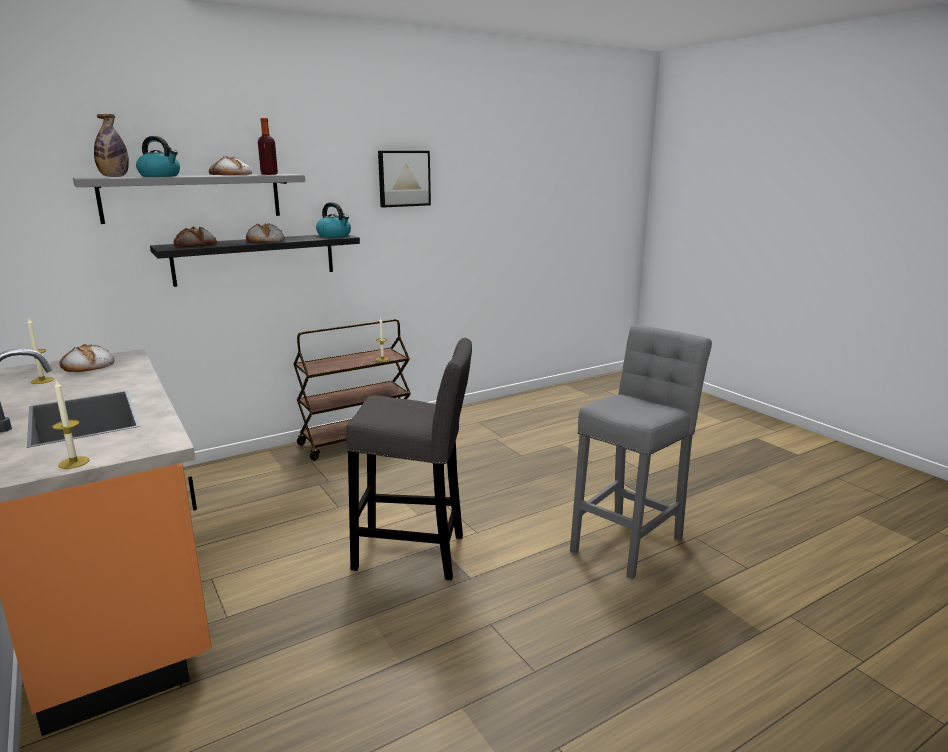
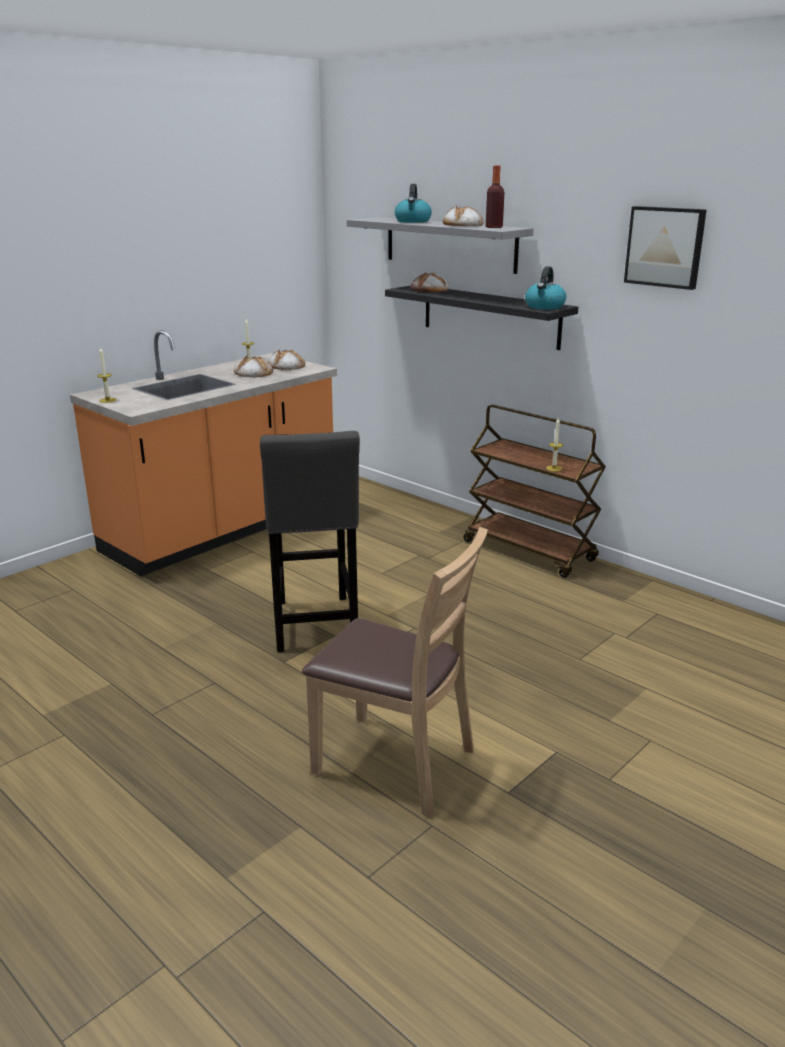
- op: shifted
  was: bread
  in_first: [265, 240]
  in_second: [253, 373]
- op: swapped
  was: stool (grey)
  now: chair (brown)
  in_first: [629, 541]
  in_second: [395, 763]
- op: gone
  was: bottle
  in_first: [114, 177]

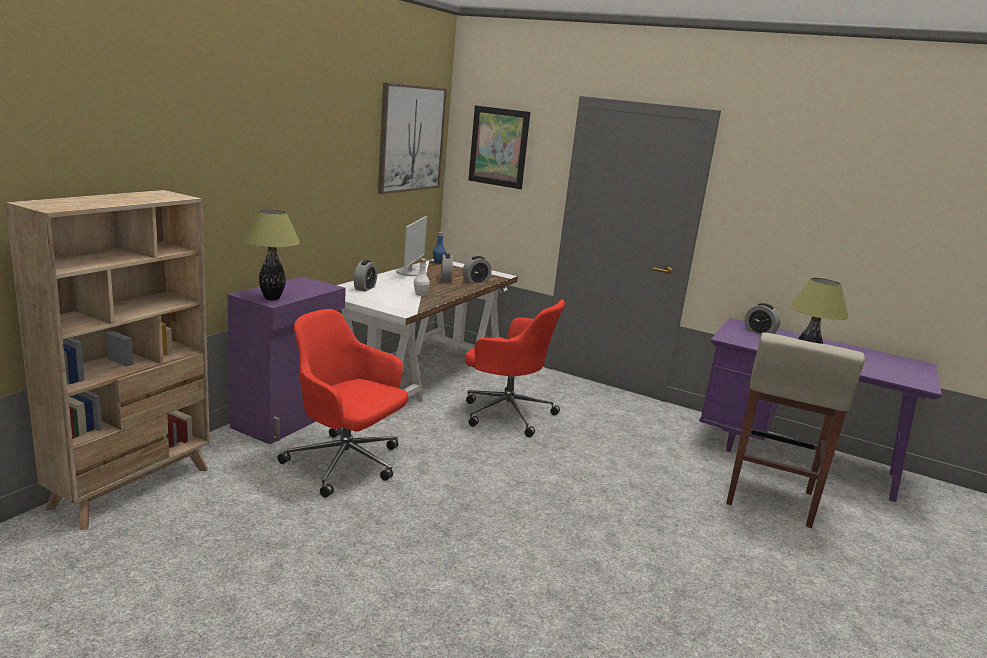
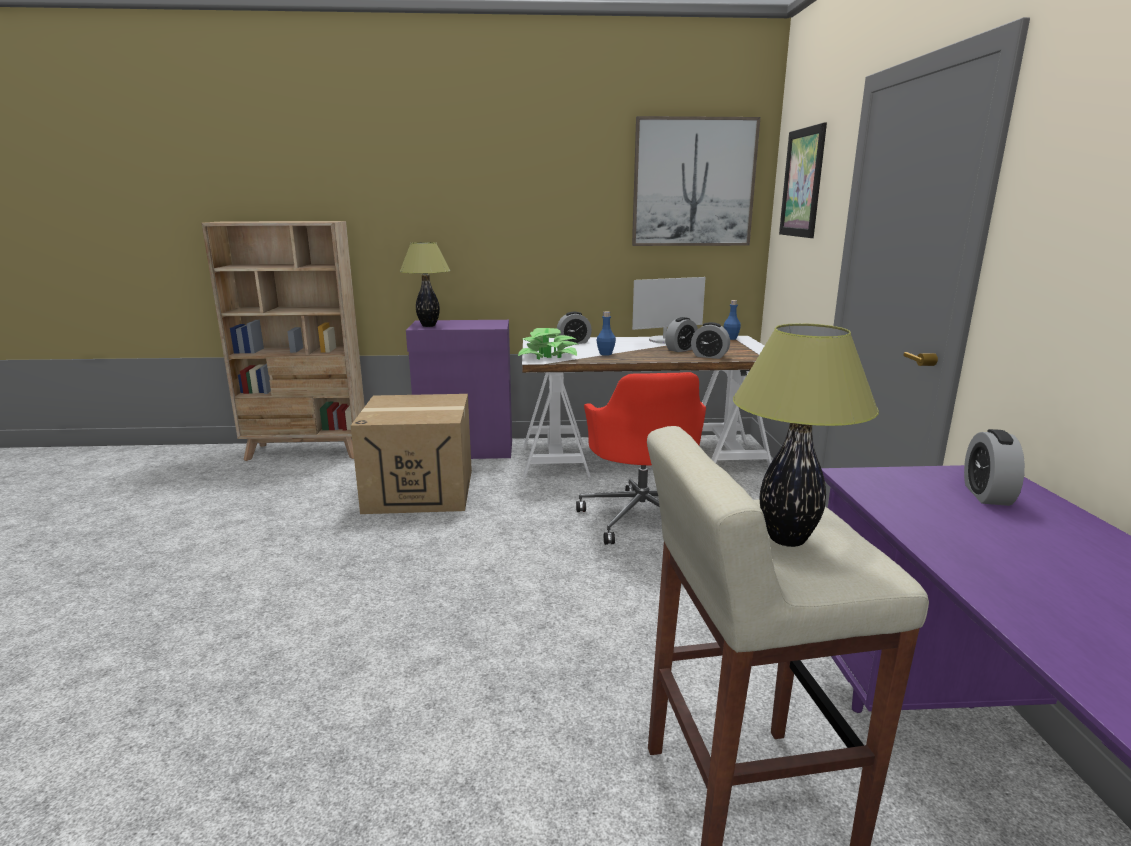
- op: swapped
  was: office chair (red)
  now: cardboard box
  in_first: [346, 464]
  in_second: [420, 491]
- op: new
  now: potted plant
  in_second: [549, 355]
- op: repainted
  was: bottle (white)
  now: bottle (blue)
  in_first: [420, 294]
  in_second: [605, 354]

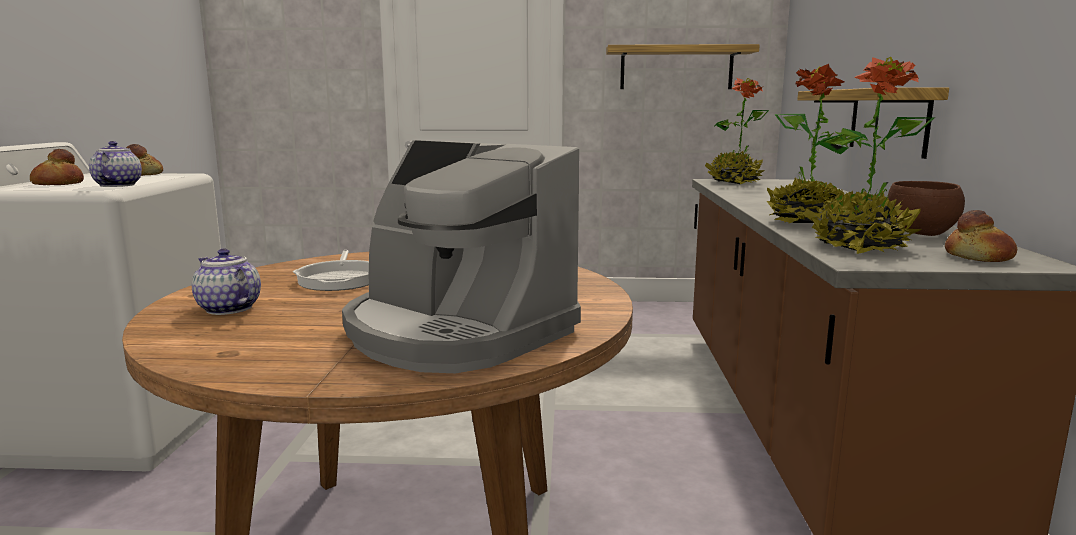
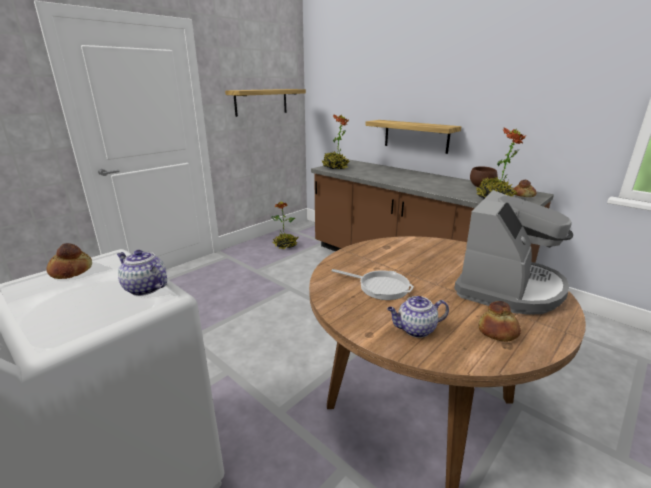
- op: shifted
  was: potted plant
  in_first: [809, 223]
  in_second: [285, 246]
- op: rotated
  was: coffee machine
  in_first: [455, 333]
  in_second: [508, 287]
  clockwise: -45
- op: shifted
  was: bread
  in_first: [58, 184]
  in_second: [498, 331]

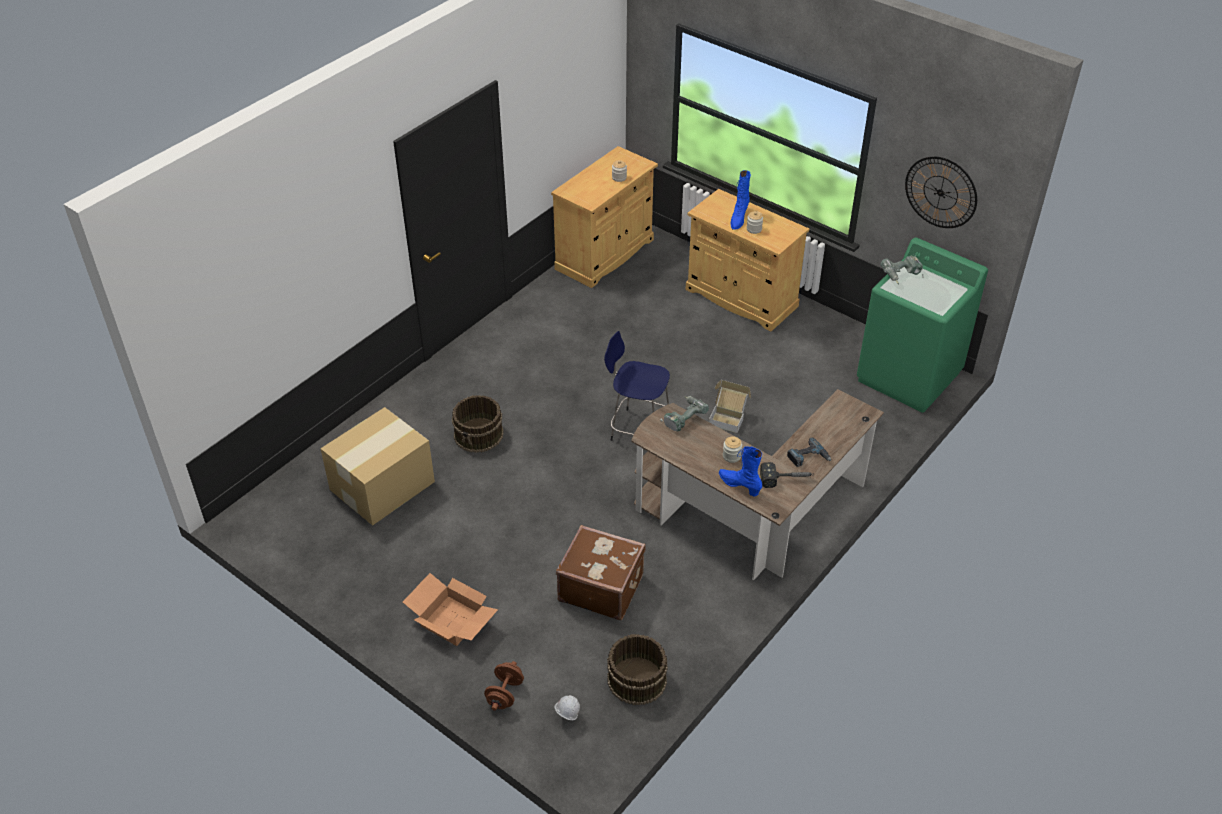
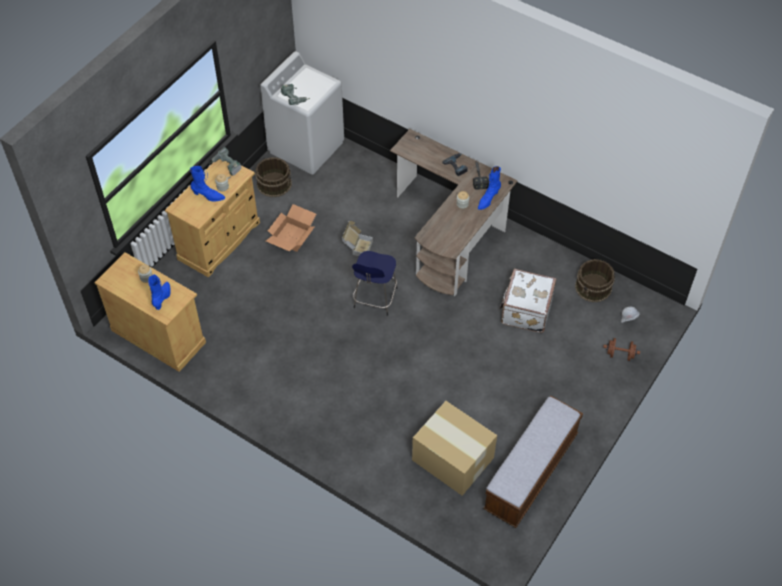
- op: new
  now: boot (blue)
  in_second: [163, 298]
- op: shifted
  was: power drill
  in_first: [683, 418]
  in_second: [226, 167]
- op: shifted
  was: bucket (brown)
  in_first: [479, 434]
  in_second: [274, 184]
- op: repainted
  was: washing machine (green)
  now: washing machine (white)
  in_first: [909, 376]
  in_second: [306, 147]
- op: shifted
  was: cardboard box
  in_first: [453, 620]
  in_second: [291, 236]
- op: new
  now: bench
  in_second: [530, 472]
- op: repainted
  was: suitcase (brown)
  now: suitcase (white)
  in_first: [601, 587]
  in_second: [525, 311]
- op: gone
  was: wall clock
  in_first: [940, 192]

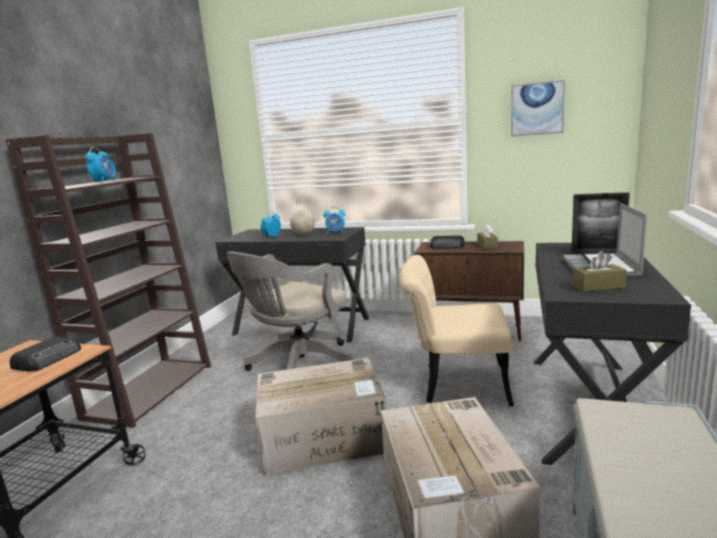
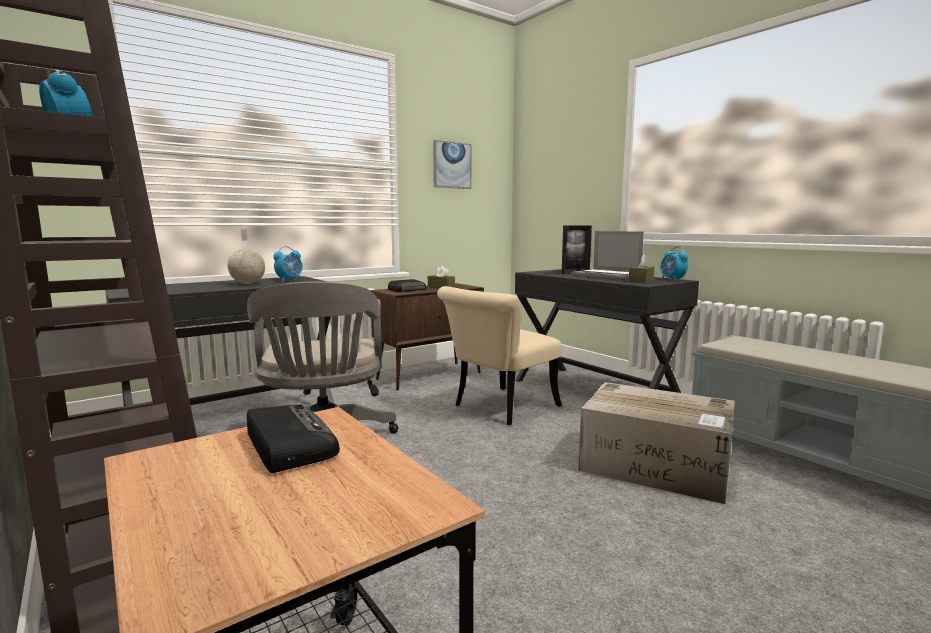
- op: shifted
  was: alarm clock
  in_first: [271, 237]
  in_second: [672, 280]
- op: gone
  was: cardboard box
  in_first: [325, 436]

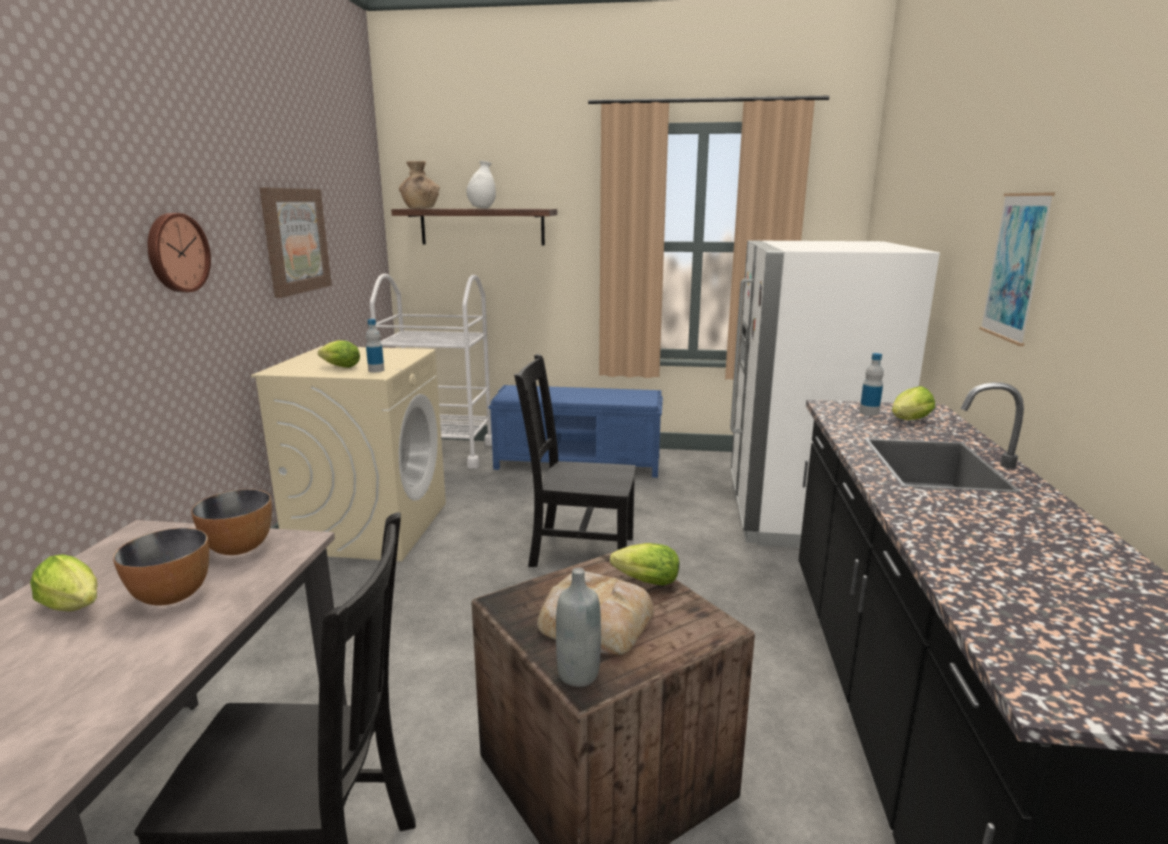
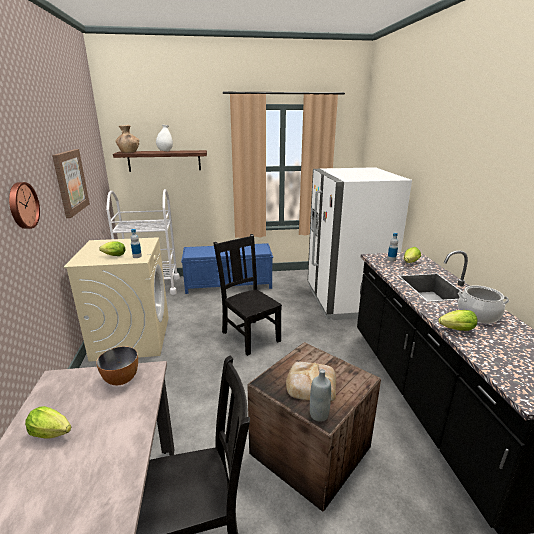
- op: rotated
  was: chair (black)
  in_first: [578, 550]
  in_second: [249, 335]
  clockwise: 60
- op: shifted
  was: lettuce
  in_first: [643, 581]
  in_second: [455, 330]
- op: new
  now: cooking pot
  in_second: [478, 314]
- op: gone
  was: bowl
  in_first: [172, 596]
- op: gone
  was: picture
  in_first: [1015, 267]

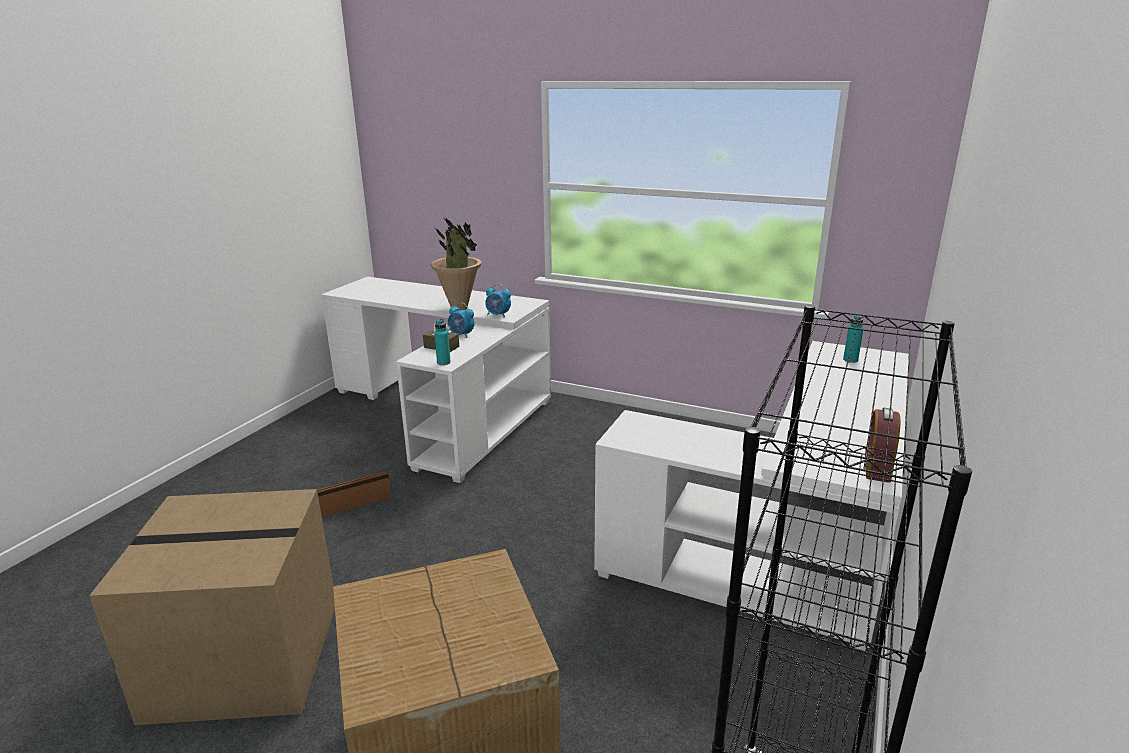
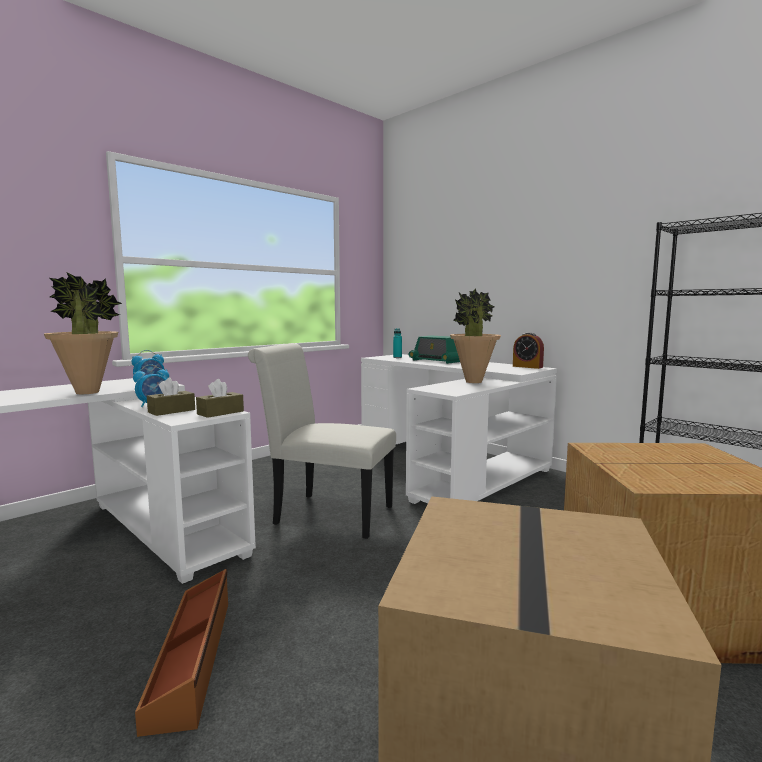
- op: swapped
  was: bottle (turquoise)
  now: tissue box (brown)
  in_first: [443, 362]
  in_second: [220, 412]
- op: new
  now: chair (white)
  in_second: [326, 514]
- op: new
  now: radio
  in_second: [436, 361]
- op: new
  now: potted plant
  in_second: [473, 382]

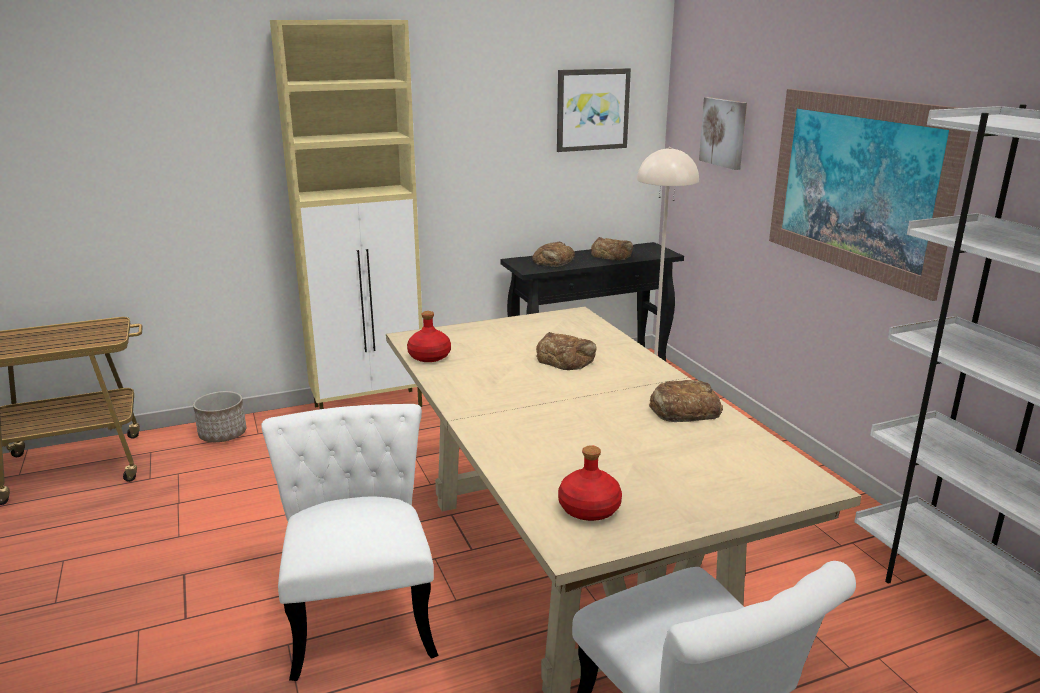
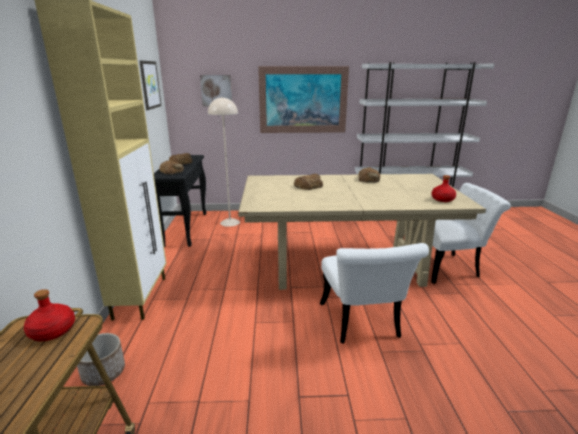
- op: shifted
  was: bottle (red)
  in_first: [429, 356]
  in_second: [52, 331]
- op: rotated
  was: chair (white)
  in_first: [361, 613]
  in_second: [362, 324]
  clockwise: -105

